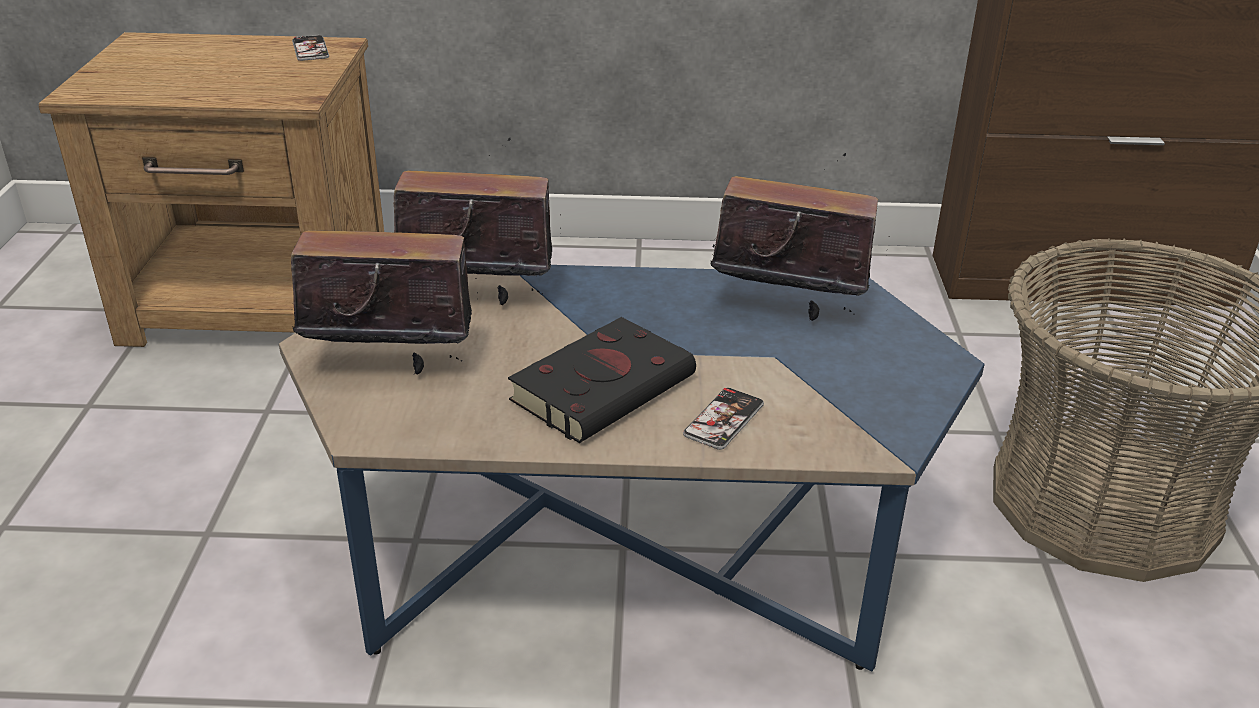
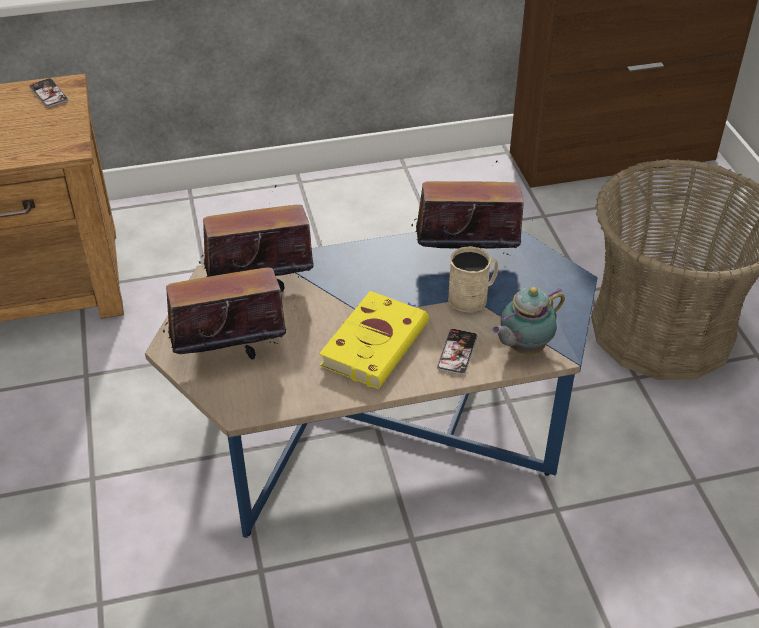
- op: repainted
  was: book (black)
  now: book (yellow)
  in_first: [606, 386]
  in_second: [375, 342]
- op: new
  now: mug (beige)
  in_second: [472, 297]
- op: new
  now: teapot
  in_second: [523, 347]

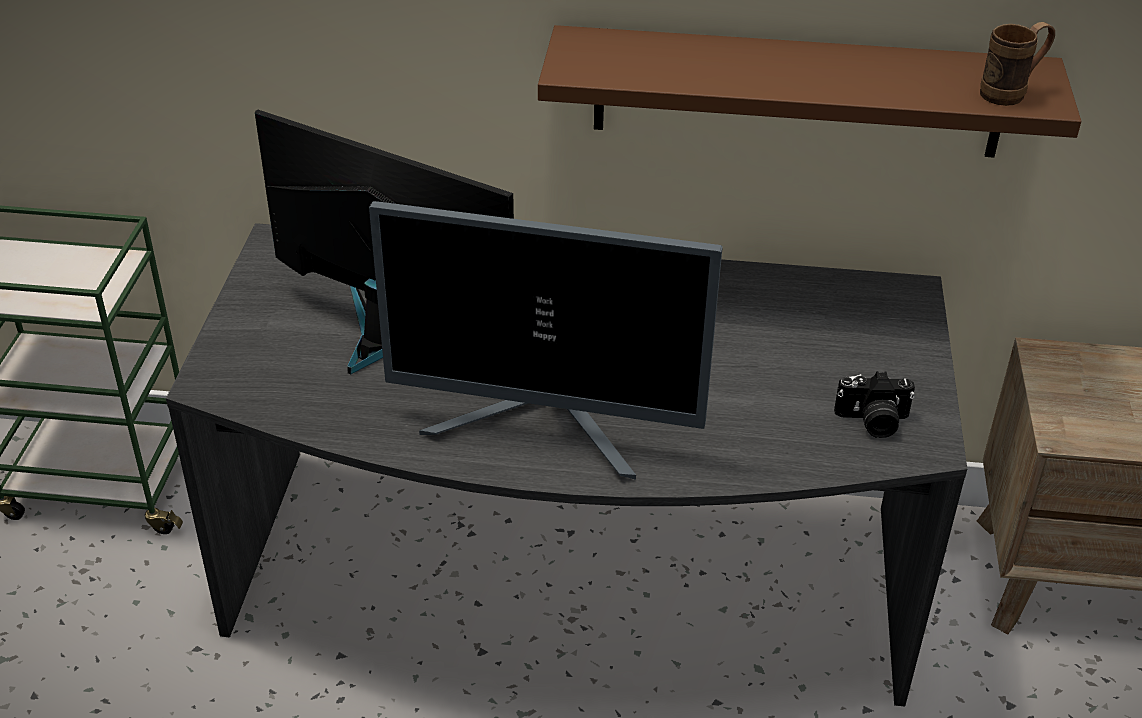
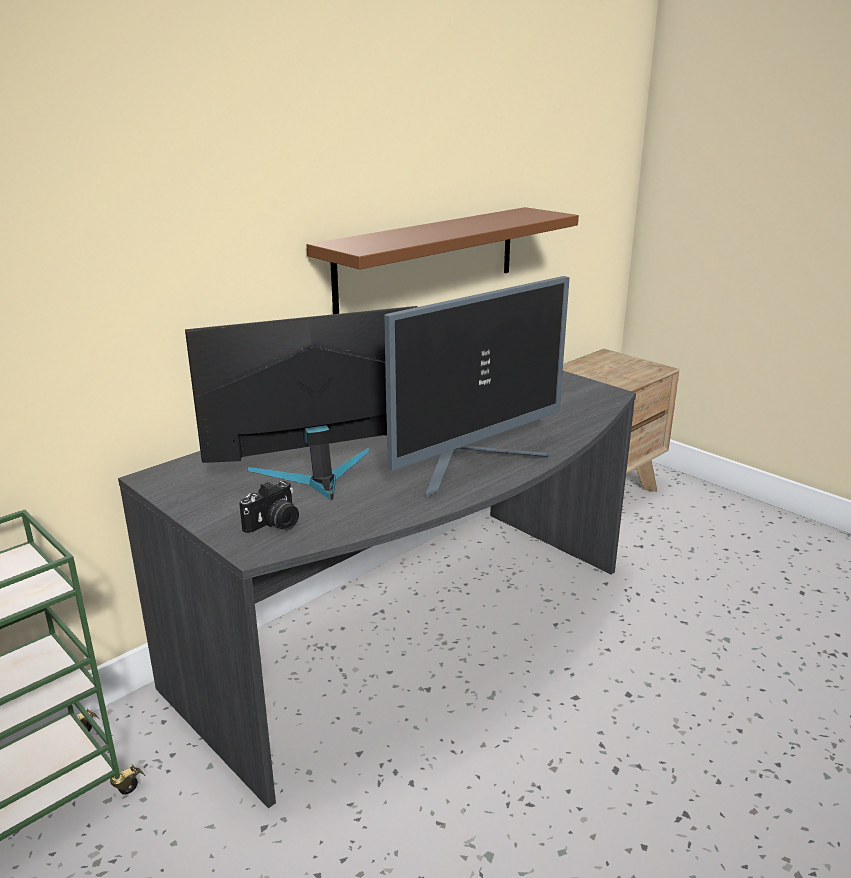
- op: shifted
  was: photo camera
  in_first: [872, 422]
  in_second: [274, 524]
- op: gone
  was: mug (brown)
  in_first: [1011, 93]

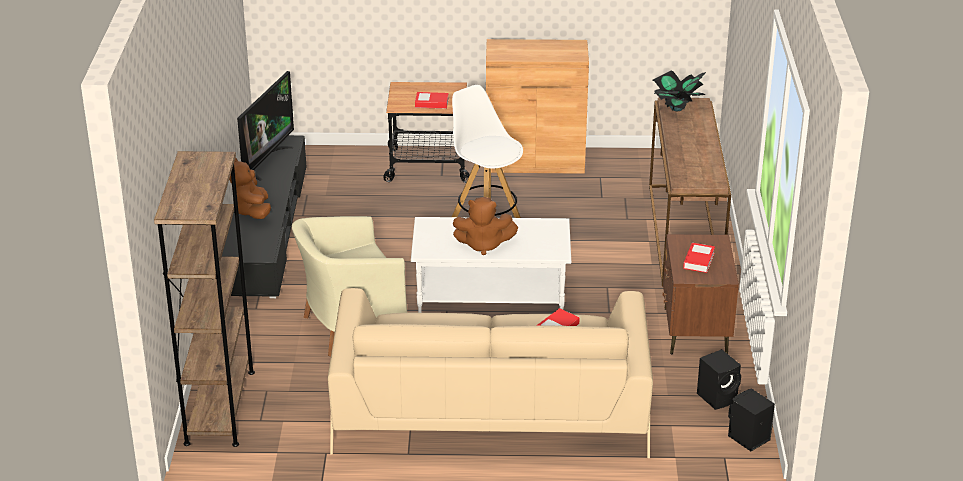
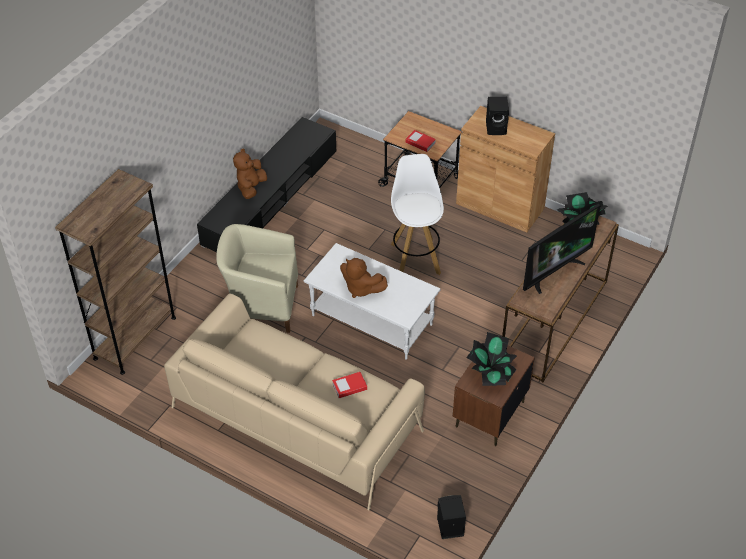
- op: swapped
  was: book
  now: potted plant
  in_first: [698, 261]
  in_second: [491, 372]
- op: shifted
  was: speaker (black)
  in_first: [718, 397]
  in_second: [497, 128]
- op: shifted
  was: television
  in_first: [265, 161]
  in_second: [554, 272]

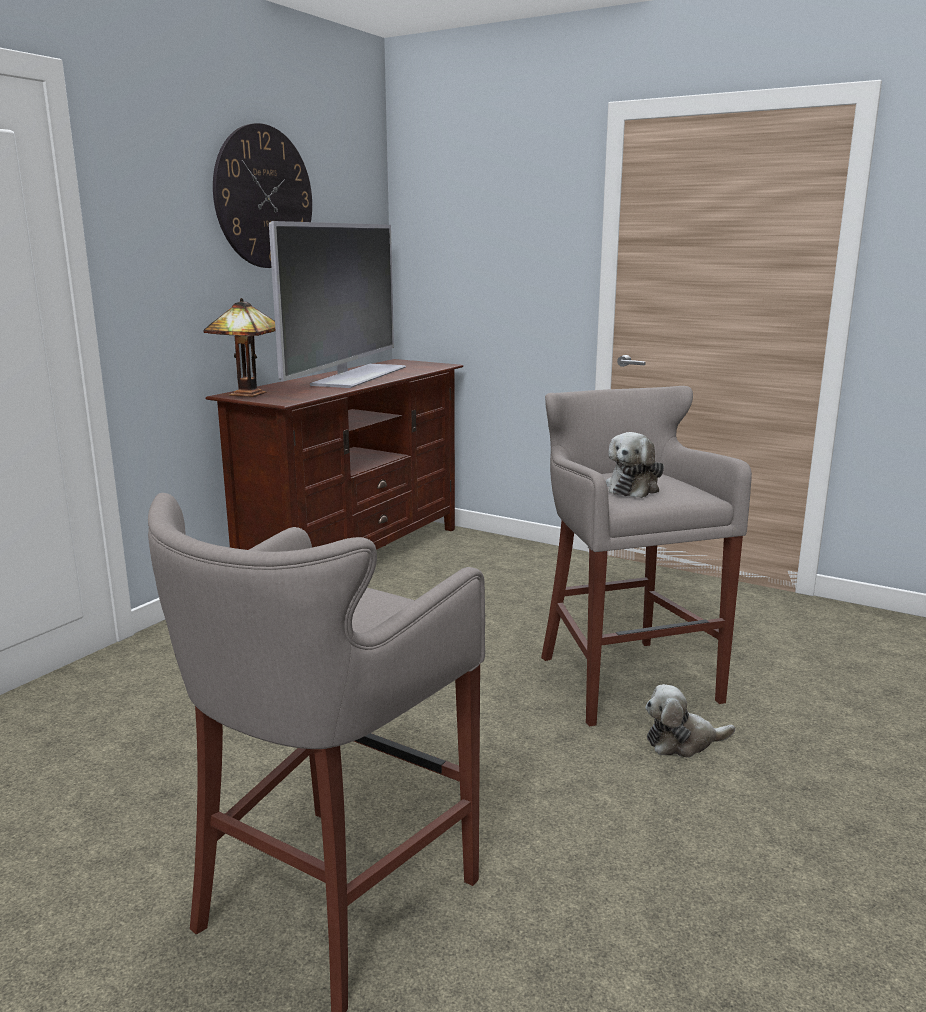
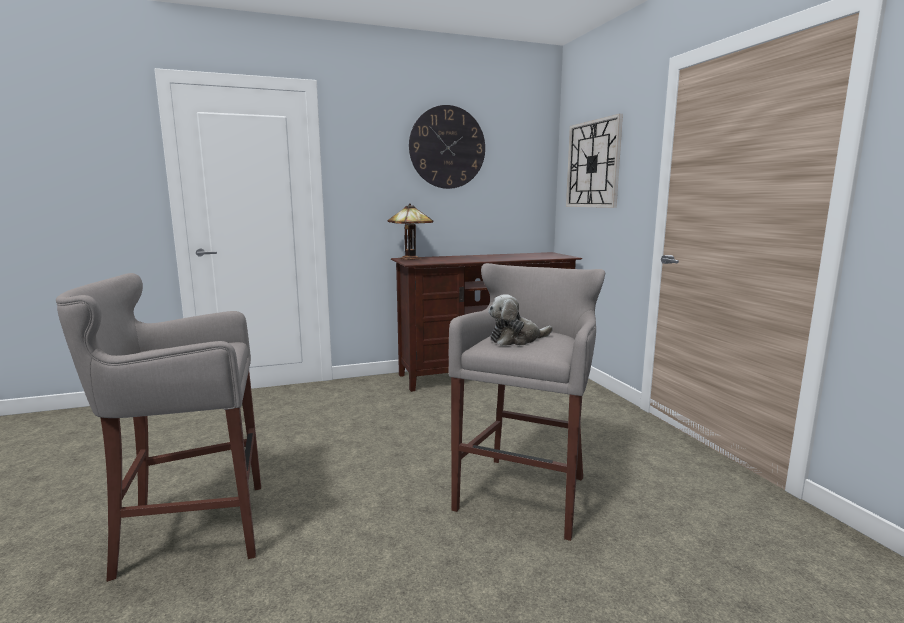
- op: new
  now: wall clock
  in_second: [593, 164]
- op: gone
  was: television
  in_first: [357, 376]
- op: gone
  was: plush toy
  in_first: [682, 742]

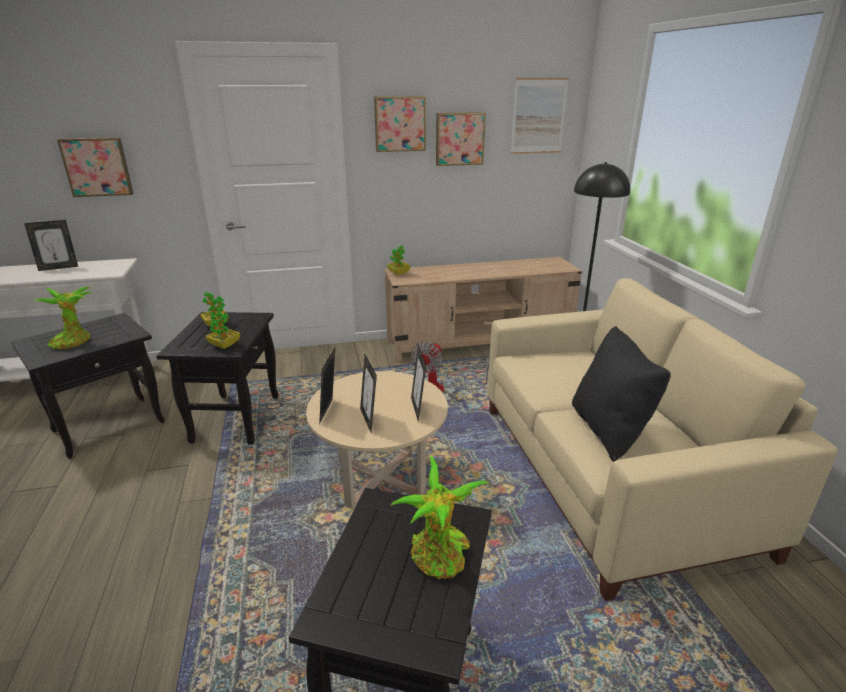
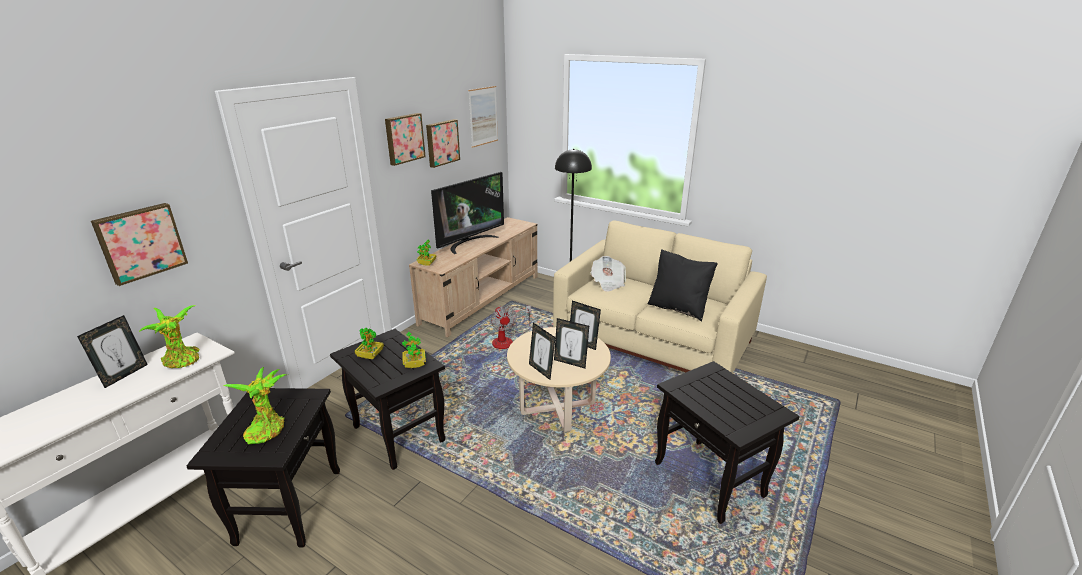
- op: shifted
  was: potted plant
  in_first: [439, 558]
  in_second: [183, 361]
- op: new
  now: television
  in_second: [469, 242]
- op: new
  now: newspaper
  in_second: [608, 283]

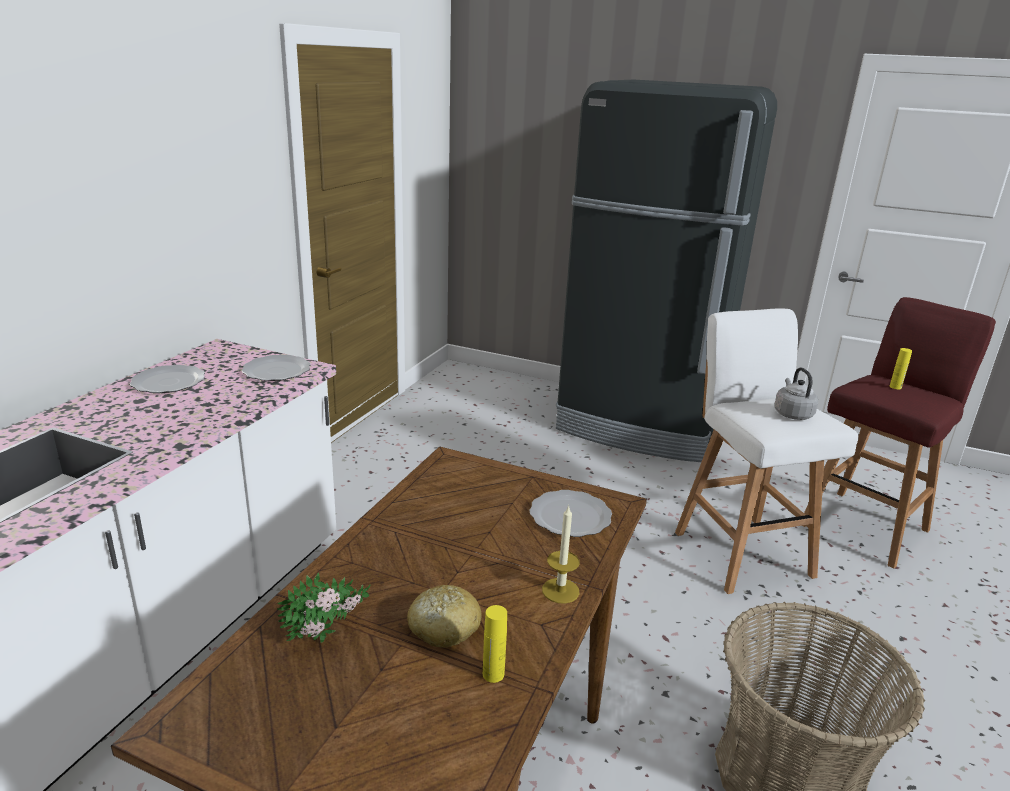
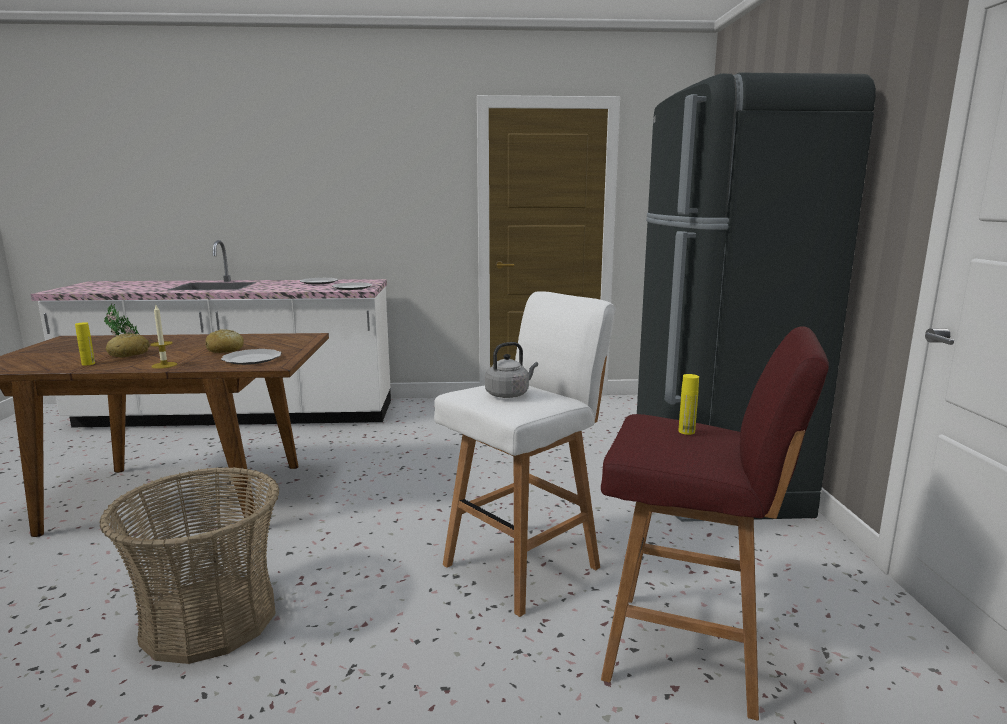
- op: new
  now: bread
  in_second: [225, 350]

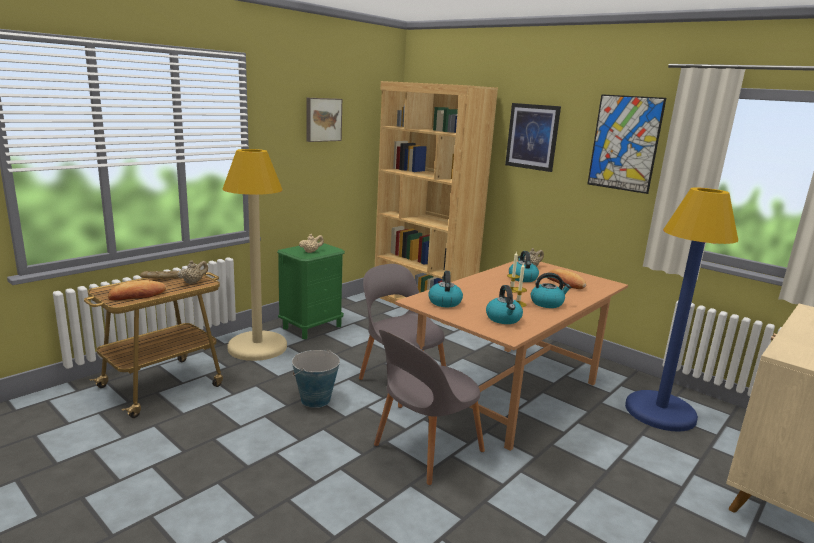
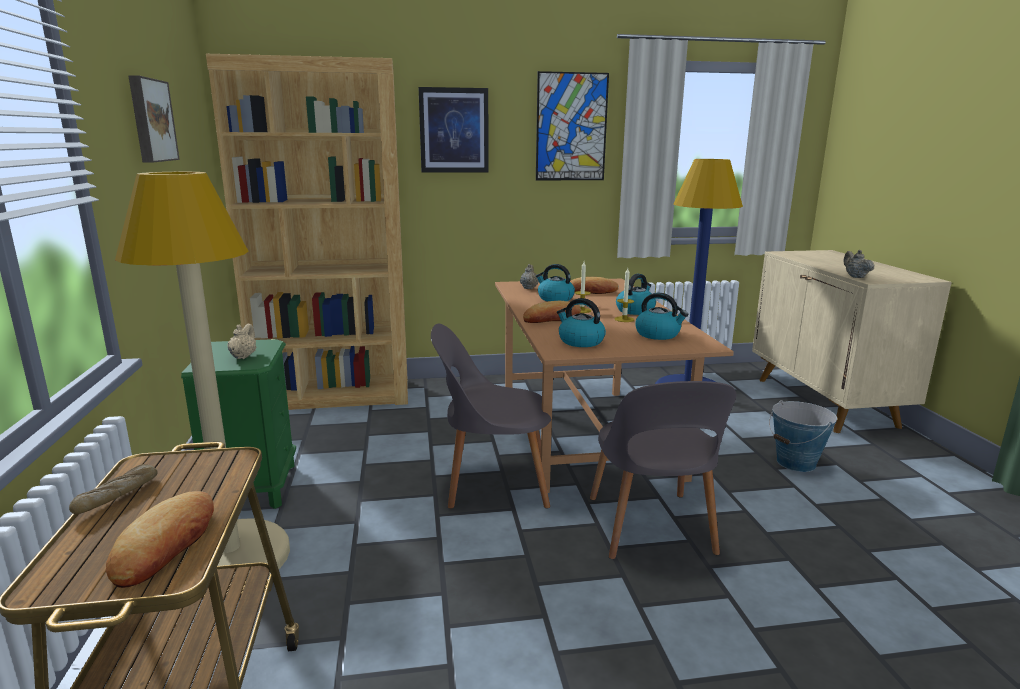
- op: new
  now: bread
  in_second: [552, 318]
- op: shifted
  was: bucket
  in_first: [315, 400]
  in_second: [796, 463]
- op: shifted
  was: teapot (beige)
  in_first: [193, 282]
  in_second: [855, 276]

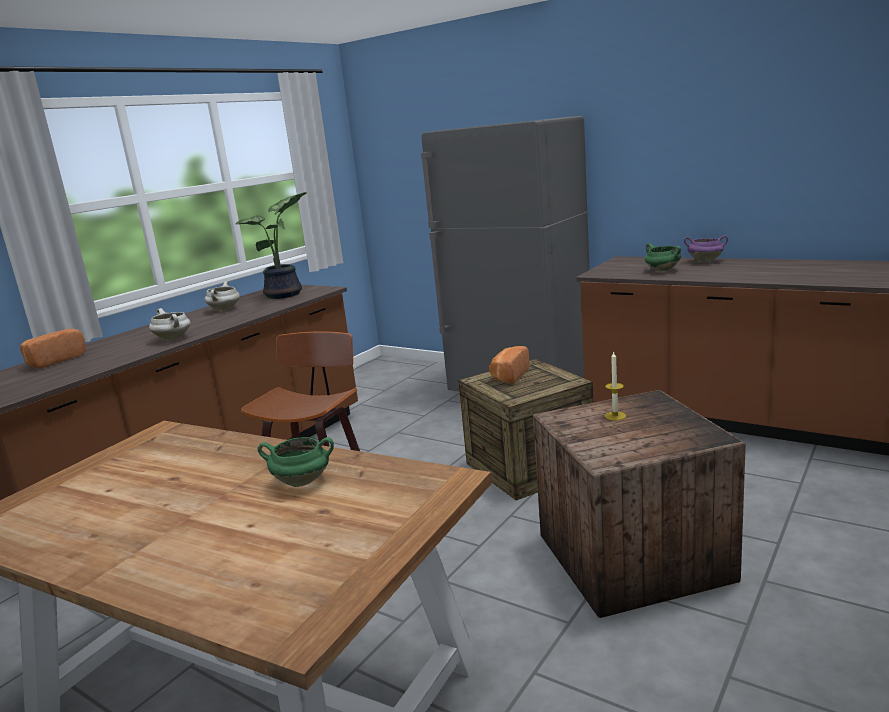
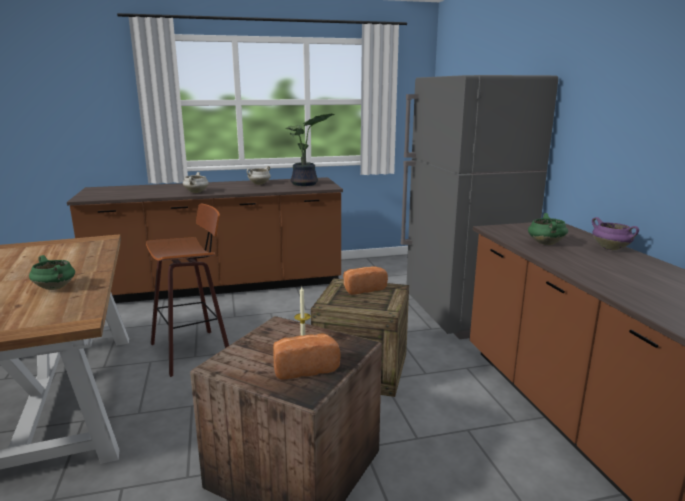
- op: shifted
  was: bread
  in_first: [54, 361]
  in_second: [304, 368]

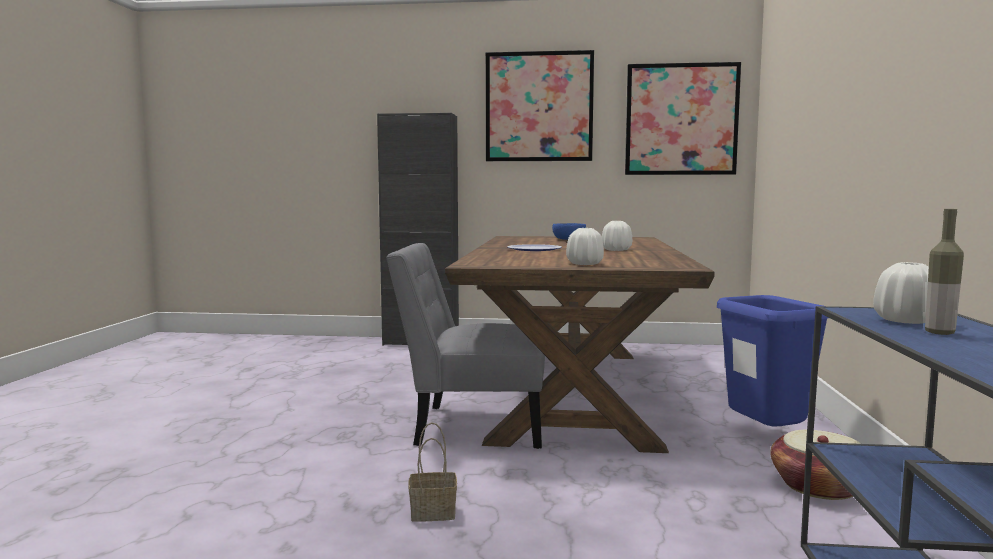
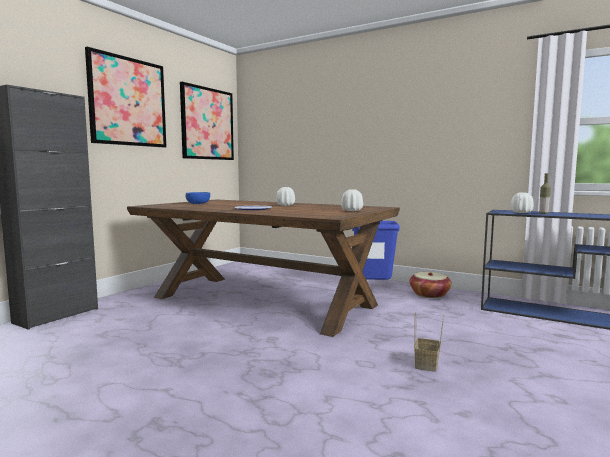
- op: gone
  was: chair (grey)
  in_first: [472, 426]

